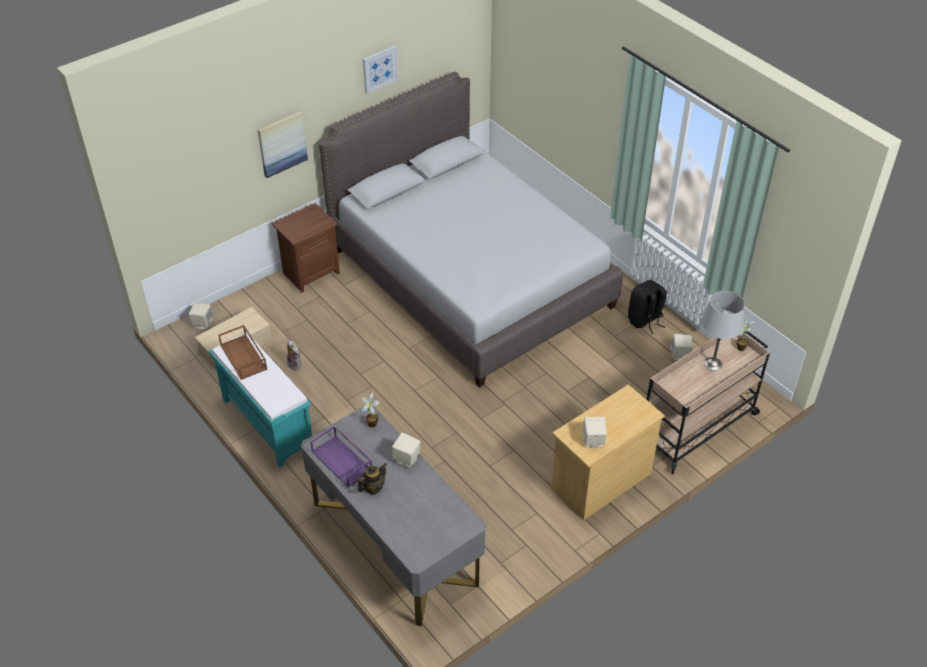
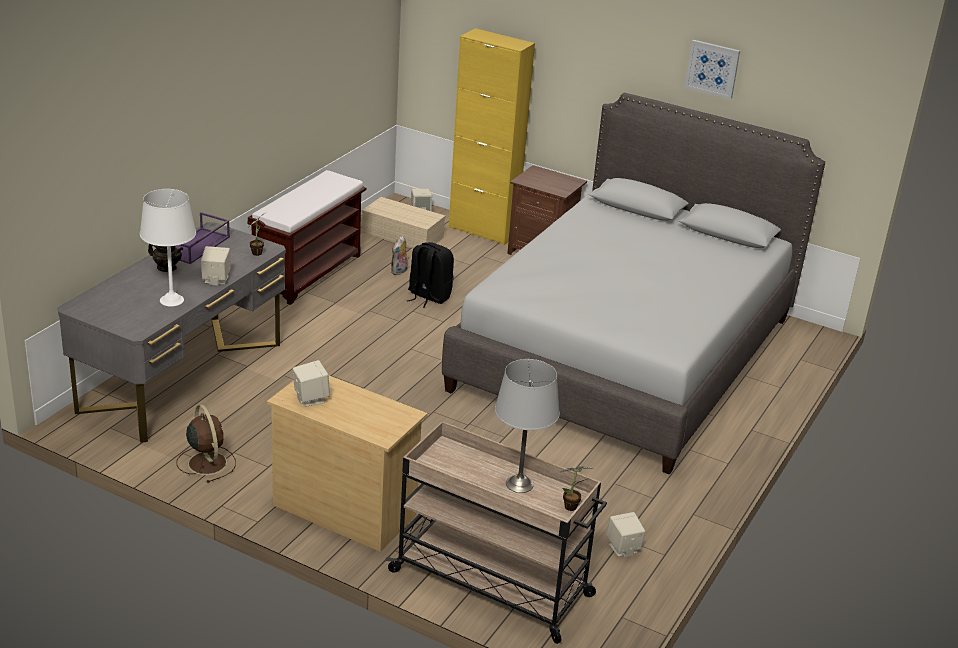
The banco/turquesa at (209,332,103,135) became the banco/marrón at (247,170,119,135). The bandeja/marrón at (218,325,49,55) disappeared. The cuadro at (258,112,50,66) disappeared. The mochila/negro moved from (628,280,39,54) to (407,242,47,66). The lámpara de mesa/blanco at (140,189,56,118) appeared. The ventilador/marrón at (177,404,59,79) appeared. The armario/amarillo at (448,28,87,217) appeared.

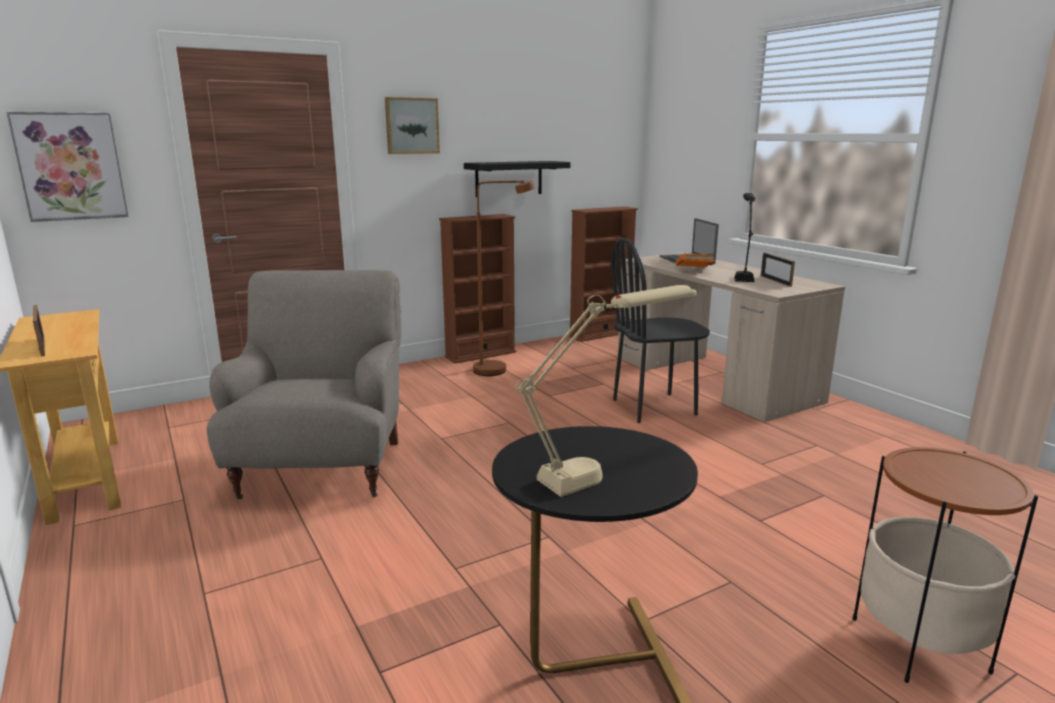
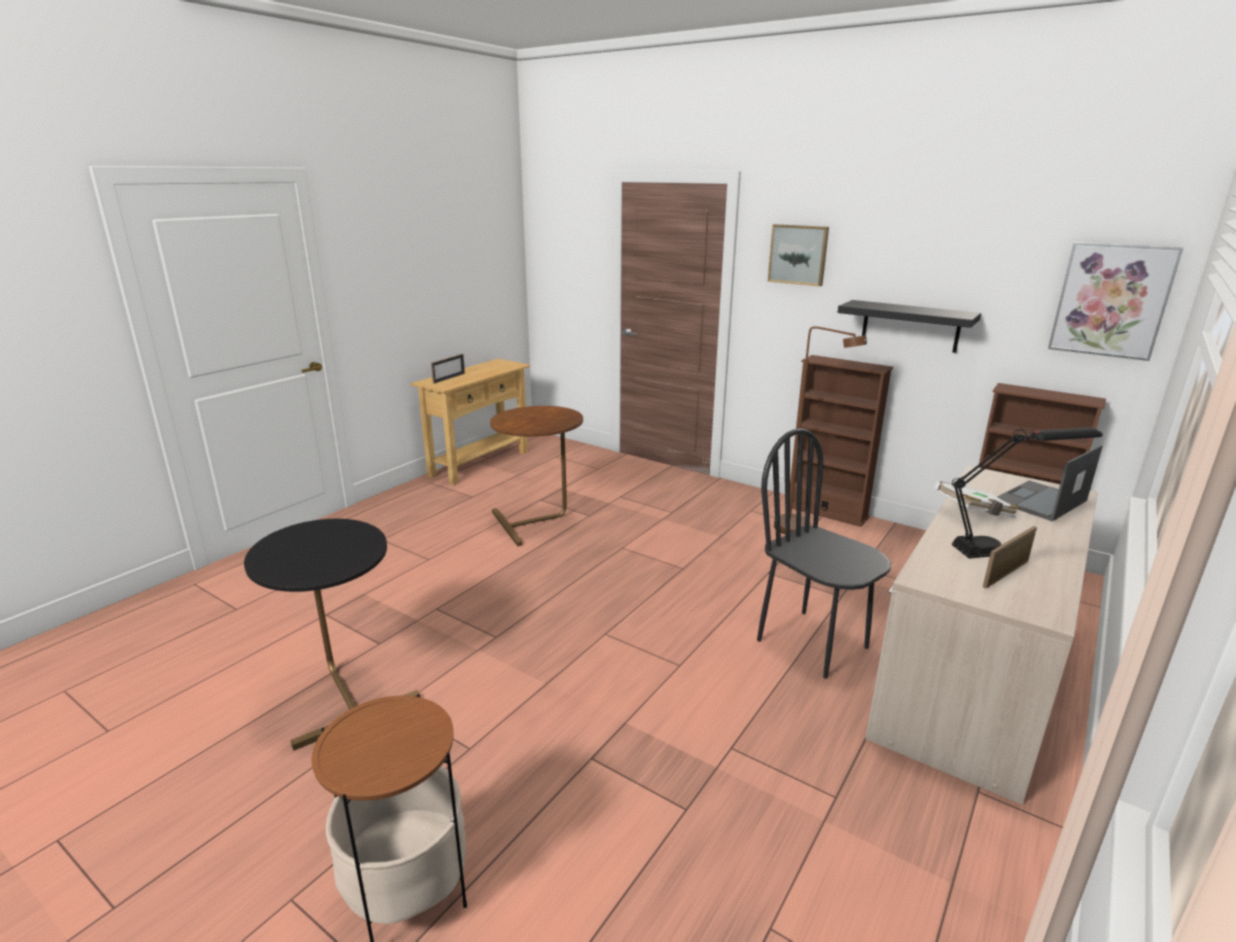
The cuadro moved from (6,112,123,110) to (1048,242,135,119). The sillón/gris at (206,270,195,229) was replaced by the mesa auxiliar/marrón at (490,406,93,140). The lámpara de mesa/beis at (516,285,181,212) disappeared. The libro/naranja at (676,254,39,13) became the libro/blanco at (934,481,86,37).

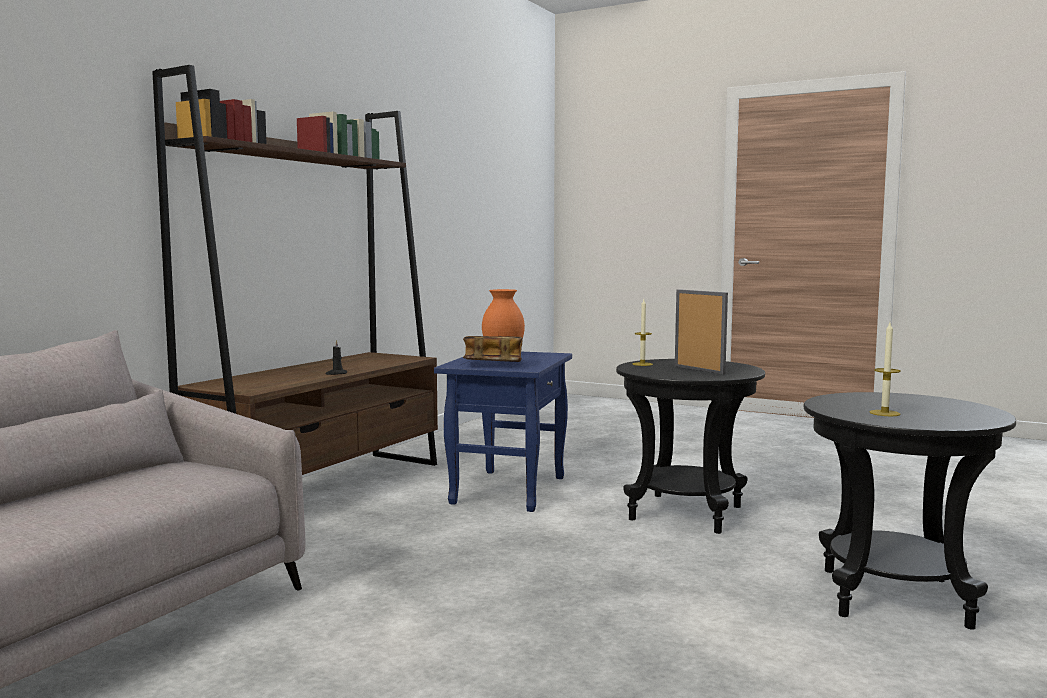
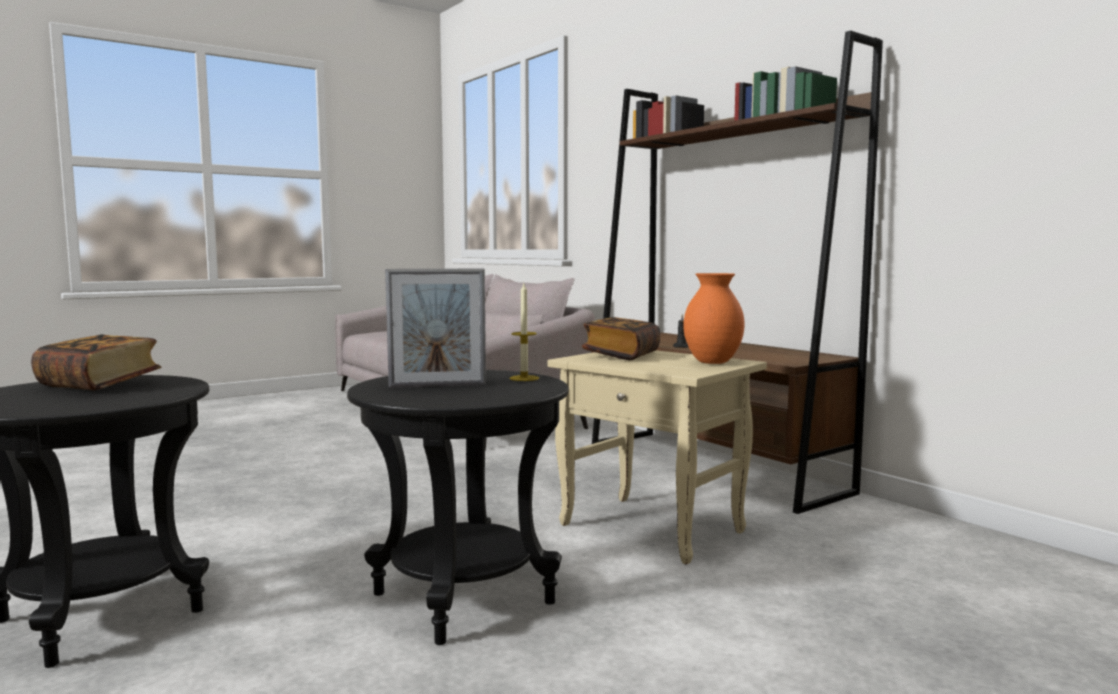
The mesa auxiliar/azul at (434,352,138,160) became the mesa auxiliar/beis at (548,350,219,214). The vela at (870,323,31,93) was replaced by the libro at (31,335,130,55).

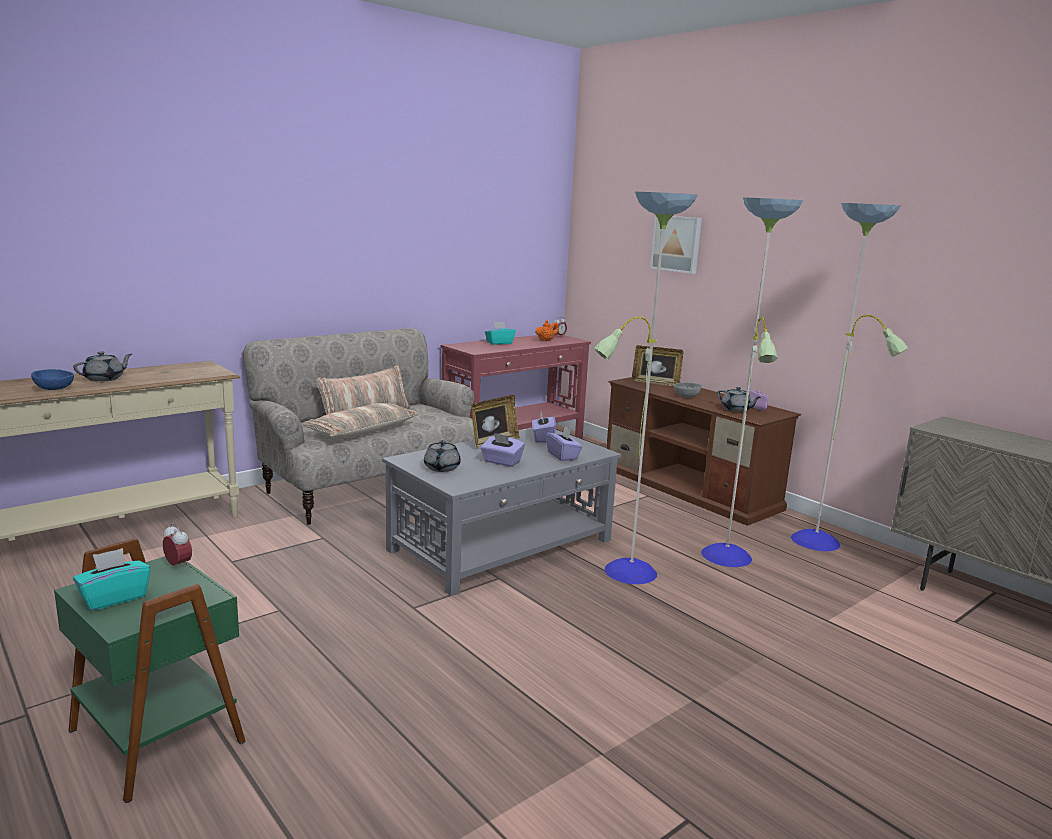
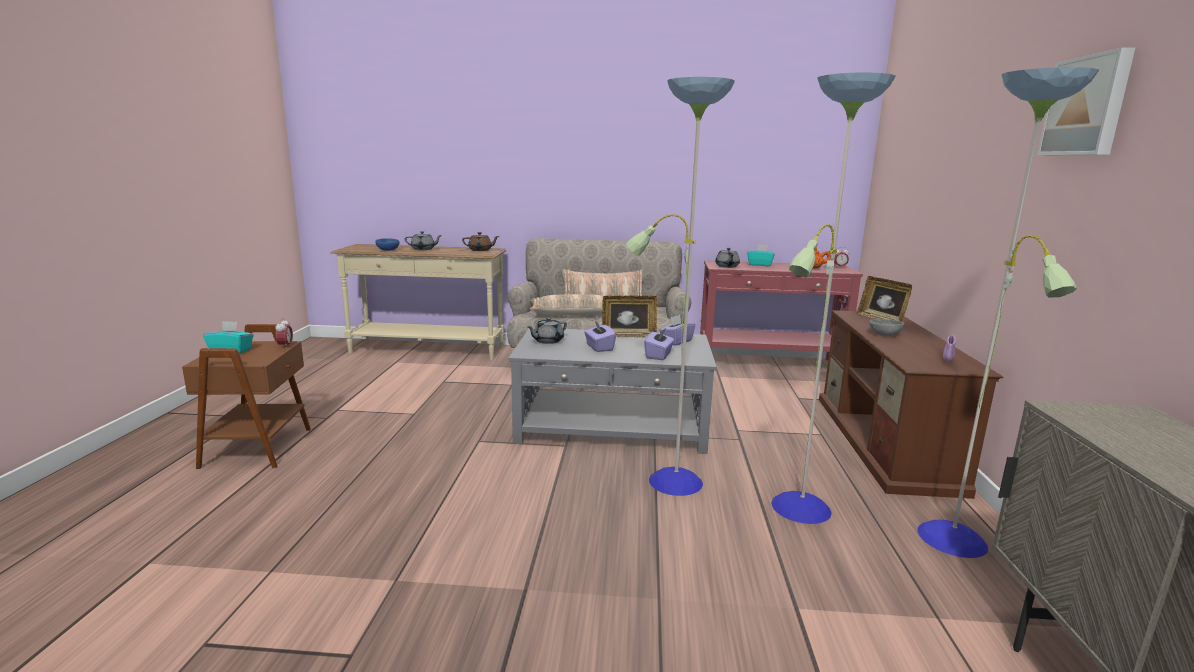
The mesa auxiliar/verde at (54,538,191,265) became the mesa auxiliar/marrón at (182,324,129,145). The cuadro moved from (650,215,52,59) to (1037,47,98,108). The tetera/gris moved from (717,387,44,25) to (715,248,25,20). The tetera/marrón at (462,232,38,19) appeared.

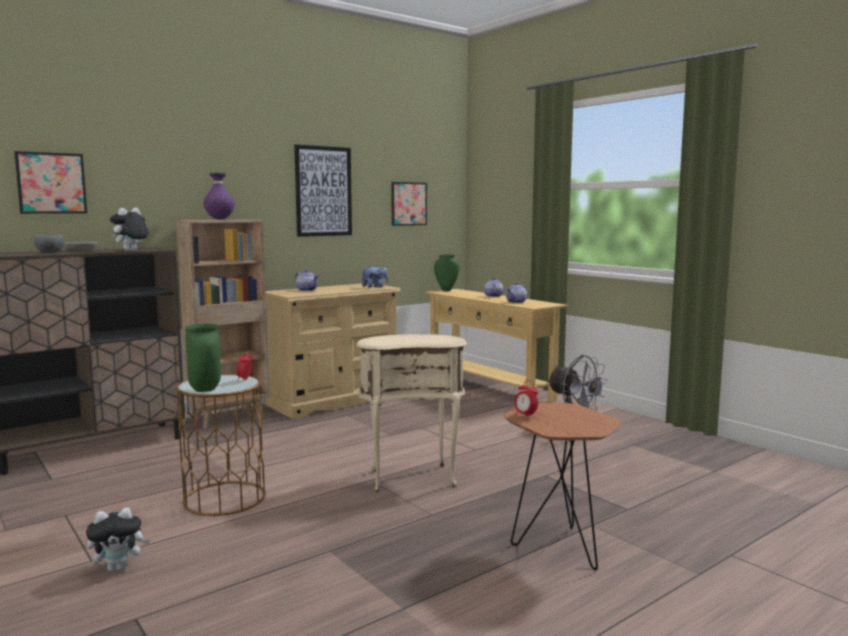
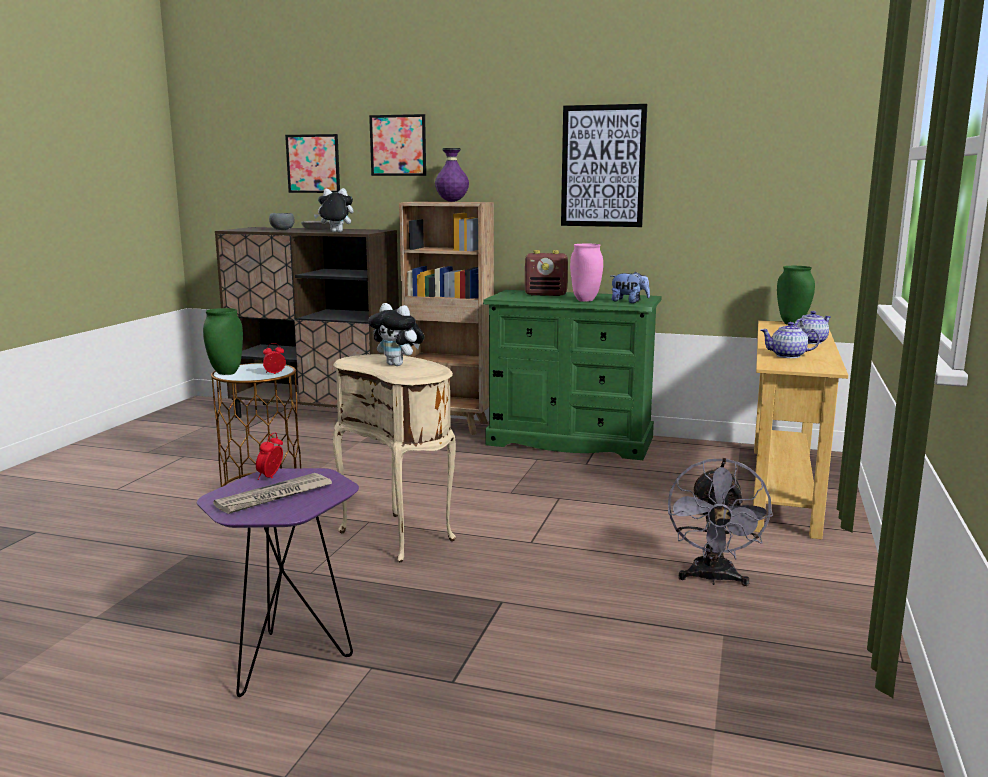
The peluche moved from (86,508,64,64) to (368,303,57,63). The cómoda/beis at (265,283,136,136) became the cómoda/verde at (483,290,179,170). The tetera at (295,270,24,21) was replaced by the radio at (525,250,43,46). The cuadro moved from (391,182,36,44) to (369,114,57,62). The mesa auxiliar/marrón at (504,403,118,168) became the mesa auxiliar/morado at (197,468,162,229). The periódico at (213,473,119,41) appeared. The florero/rosa at (570,244,33,58) appeared.

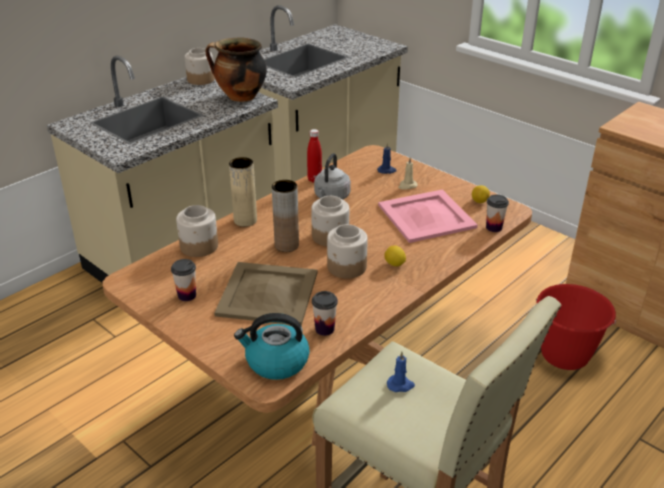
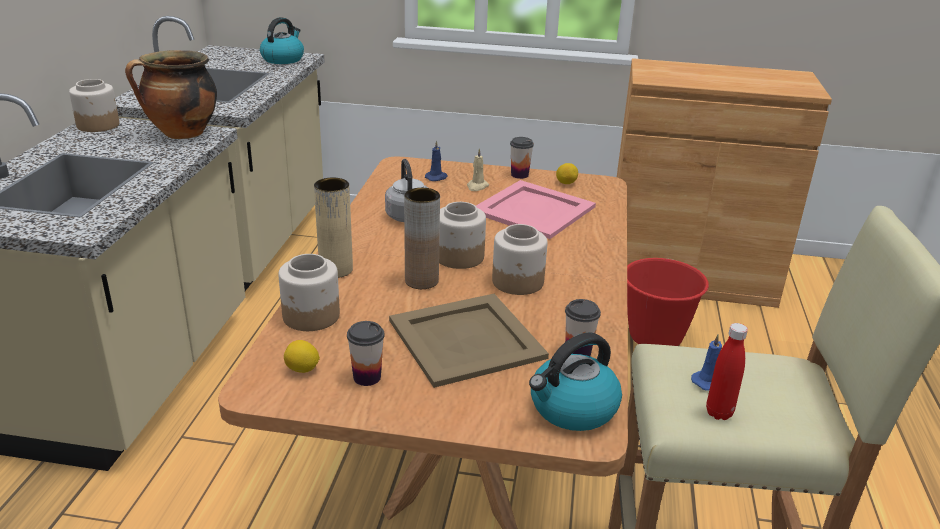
The botella/rojo moved from (307,129,15,54) to (706,323,42,97). The limón moved from (385,245,21,22) to (284,340,36,33). The taza moved from (486,194,23,38) to (510,137,24,42). The hervidor at (260,17,44,47) appeared.

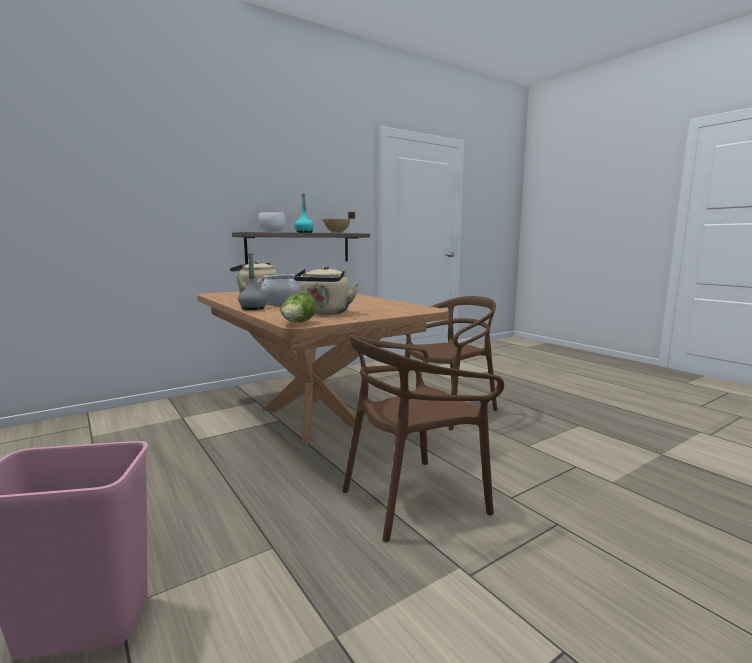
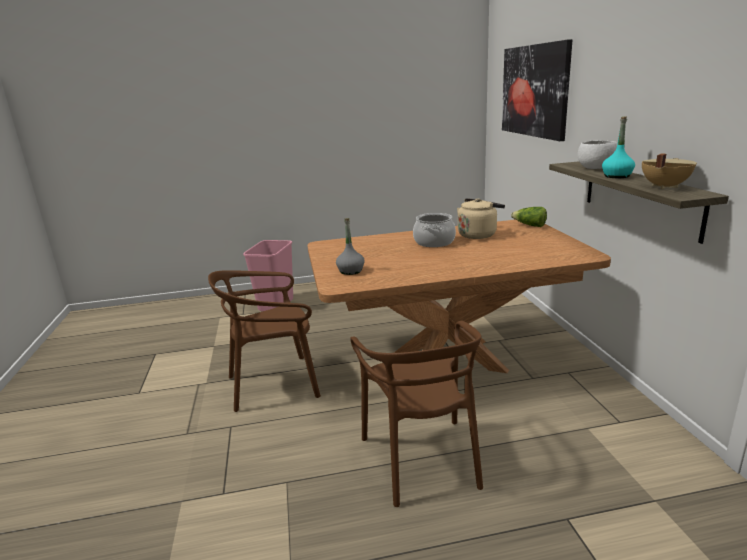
The botella/gris moved from (238,253,30,57) to (336,218,28,57). The lechuga moved from (280,292,36,30) to (511,207,36,20). The hervidor/beis at (294,266,65,49) disappeared. The silla/marrón at (342,335,162,207) turned 105 degrees counterclockwise. The cuadro at (502,39,70,102) appeared.

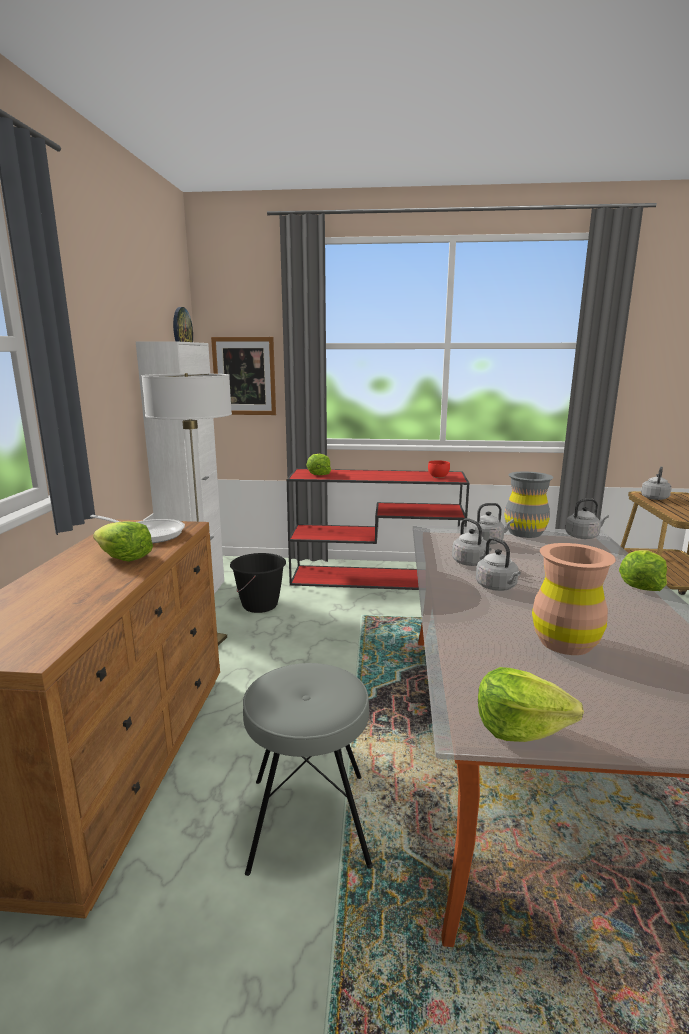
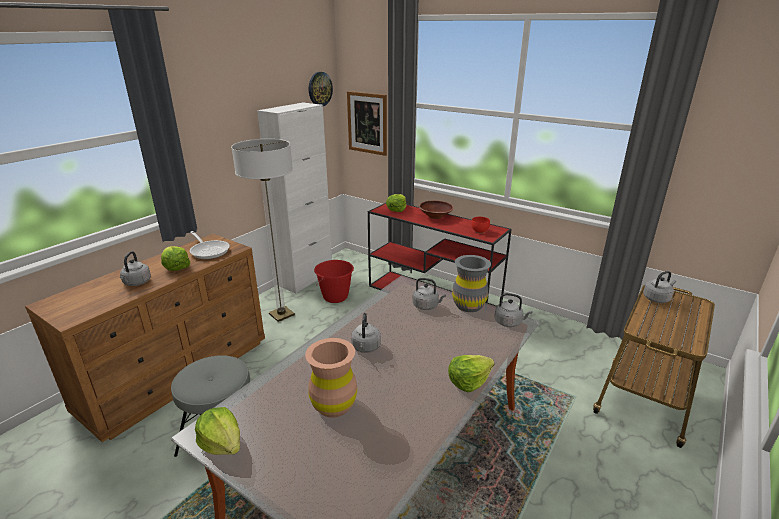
The cubo/negro at (230,553,56,60) became the cubo/rojo at (314,260,40,43). The hervidor/gris moved from (452,518,39,48) to (120,251,31,35). The cuenco/marrón at (419,201,35,18) appeared.

